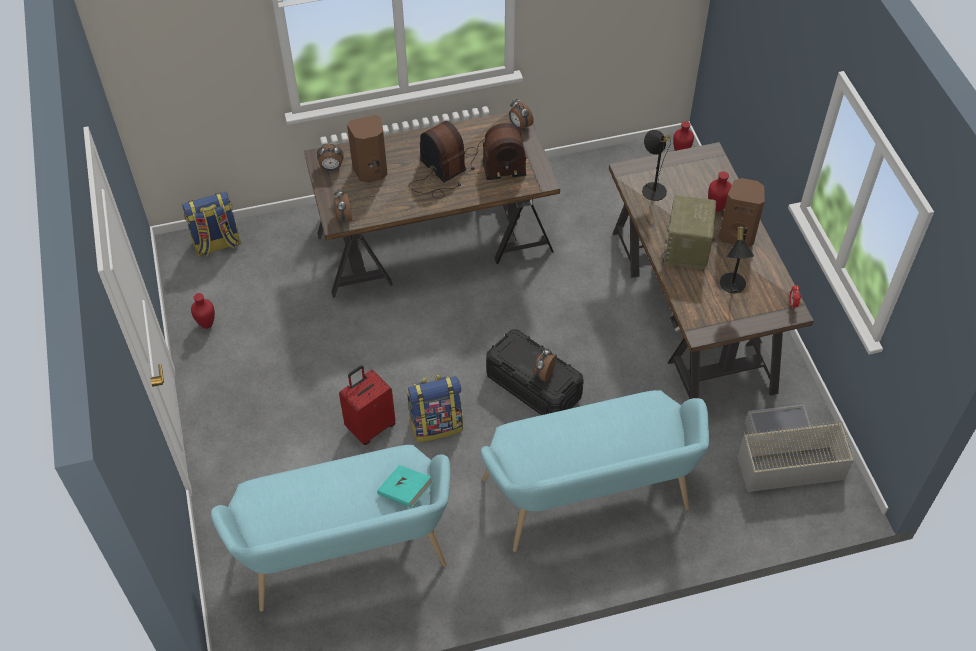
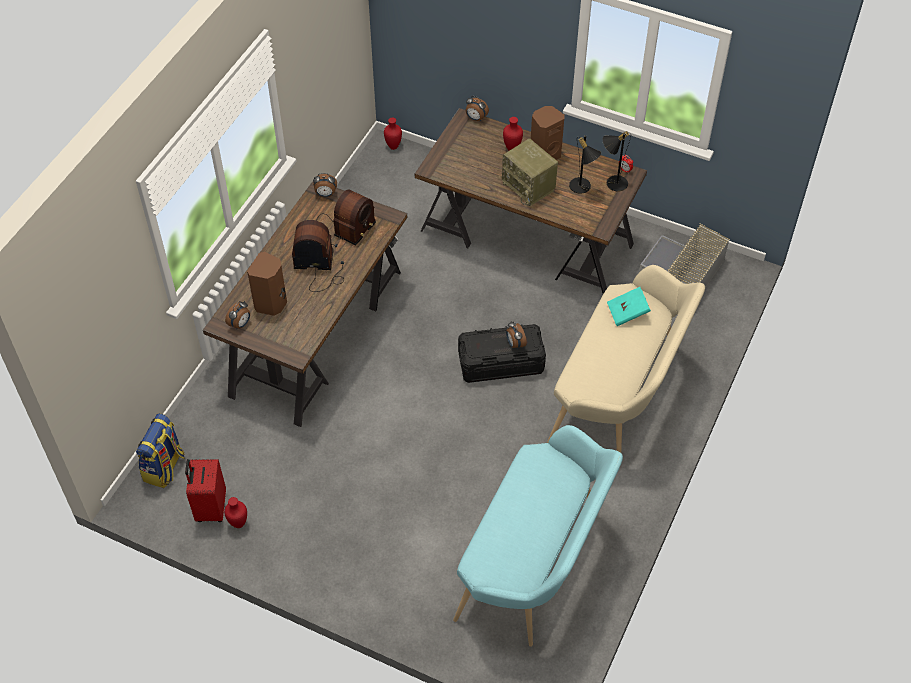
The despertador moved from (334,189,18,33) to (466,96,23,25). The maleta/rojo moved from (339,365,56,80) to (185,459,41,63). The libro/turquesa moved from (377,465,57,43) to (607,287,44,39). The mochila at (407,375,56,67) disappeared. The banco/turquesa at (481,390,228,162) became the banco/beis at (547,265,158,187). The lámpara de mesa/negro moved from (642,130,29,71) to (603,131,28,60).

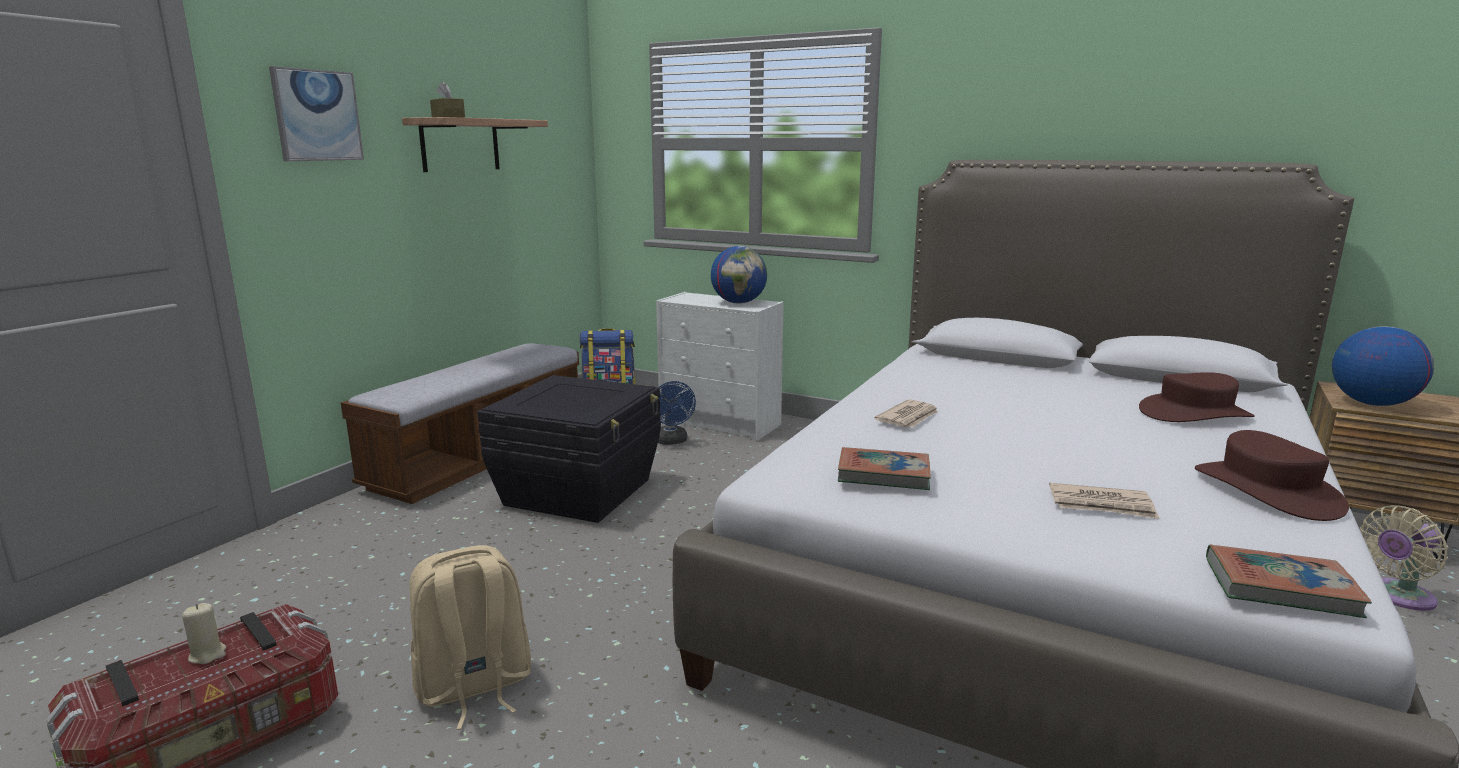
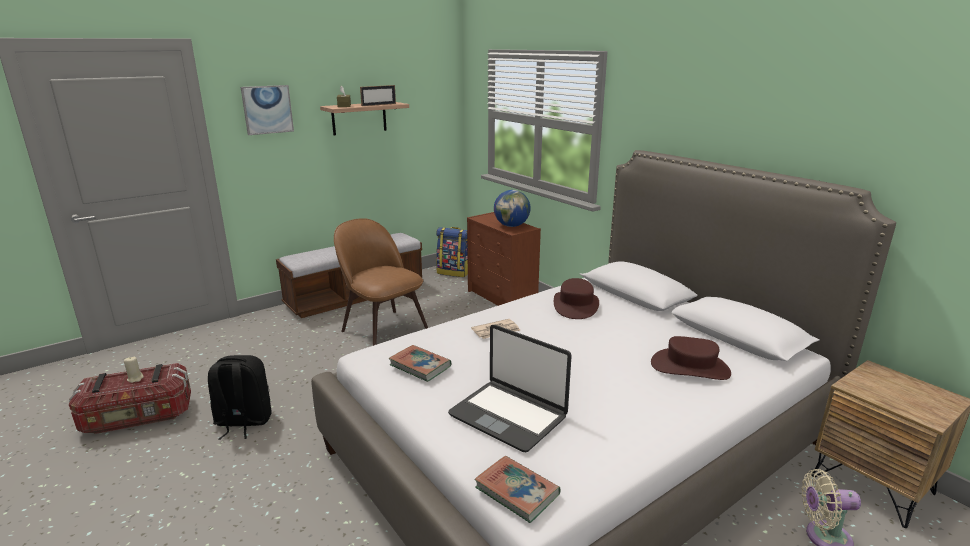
The mochila/beis at (410,545,122,185) became the mochila/negro at (208,355,64,85). The caja de almacenaje/negro at (477,375,184,148) was replaced by the silla/marrón at (334,218,94,128). The cómoda/blanco at (656,292,128,149) became the cómoda/marrón at (467,212,74,94). The ventilador/azul at (658,381,38,64) disappeared. The periódico at (1049,483,110,36) was replaced by the portátil at (448,325,124,127). The sombrero/marrón moved from (1195,430,154,91) to (554,278,45,41). The globo terráqueo at (1332,326,102,80) disappeared. The portarretratos at (360,85,36,21) appeared.

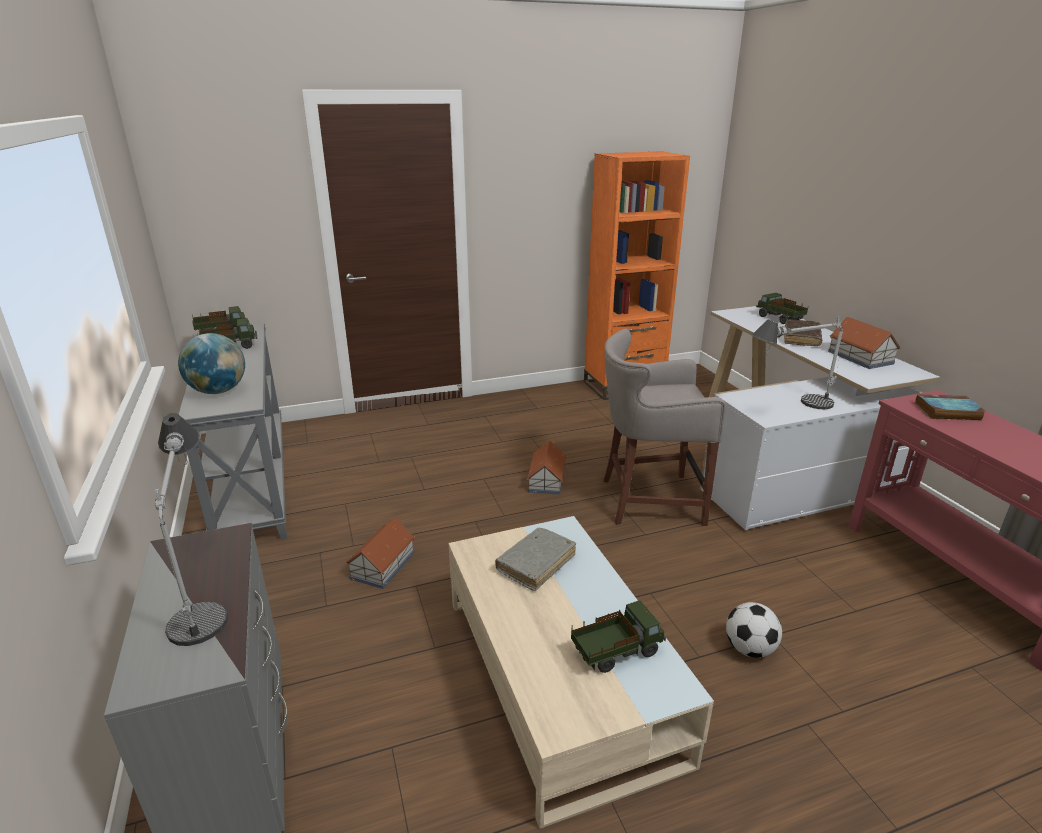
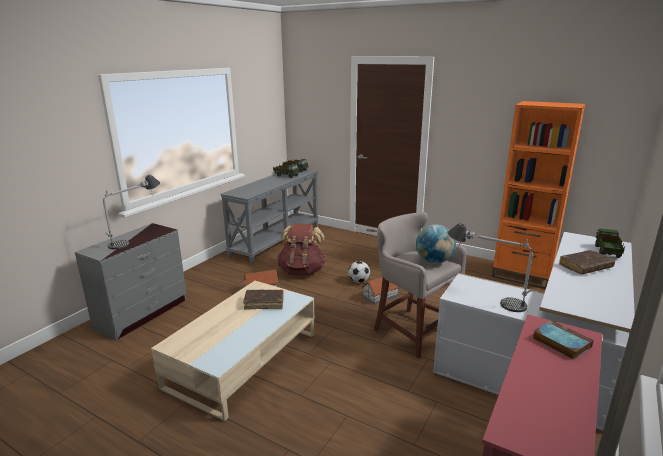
The globo terráqueo moved from (178,333,67,61) to (416,225,40,39). The libro/gris at (495,527,81,64) became the libro/marrón at (243,290,41,20). The camión de juguete at (571,600,95,73) disappeared. The balón de fútbol moved from (726,602,56,56) to (348,261,22,22). The casita at (828,317,73,52) disappeared. The mochila/marrón at (277,224,49,52) appeared.

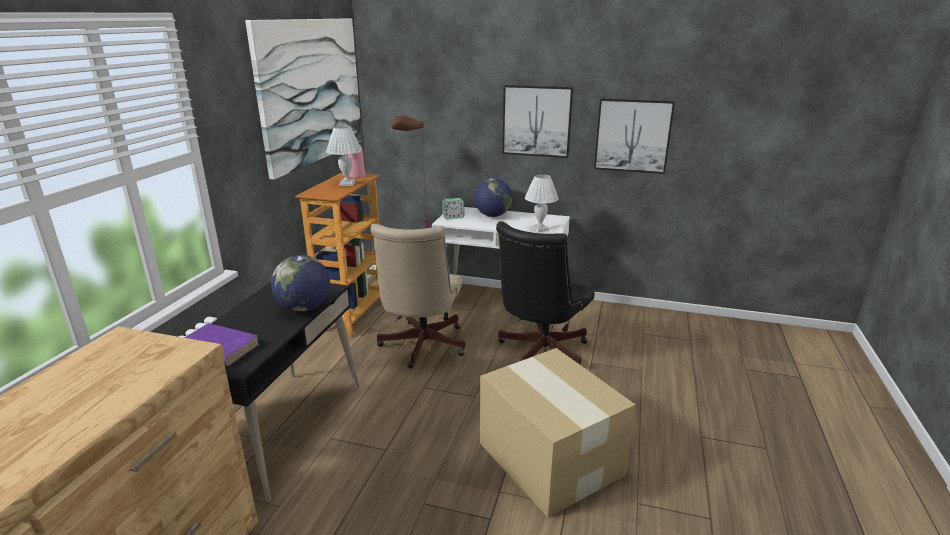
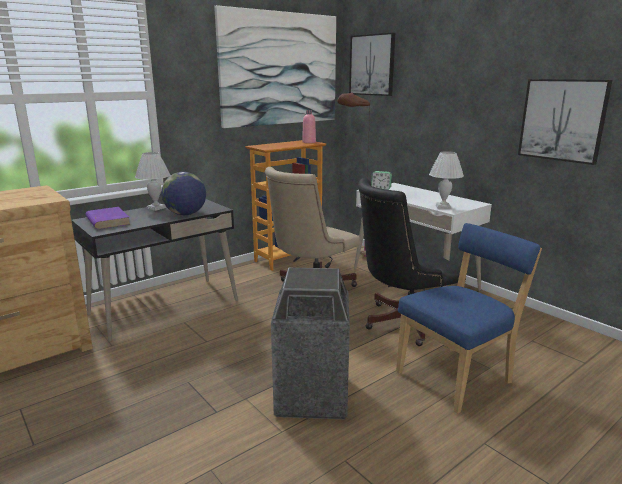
The lámpara de mesa/blanco moved from (326,126,36,60) to (135,152,35,59). The globo terráqueo at (474,178,38,39) disappeared. The caja de cartón at (480,348,156,170) was replaced by the papelera at (271,268,79,151). The cuadro moved from (502,85,71,73) to (349,33,46,63). The silla/azul at (396,223,146,191) appeared.

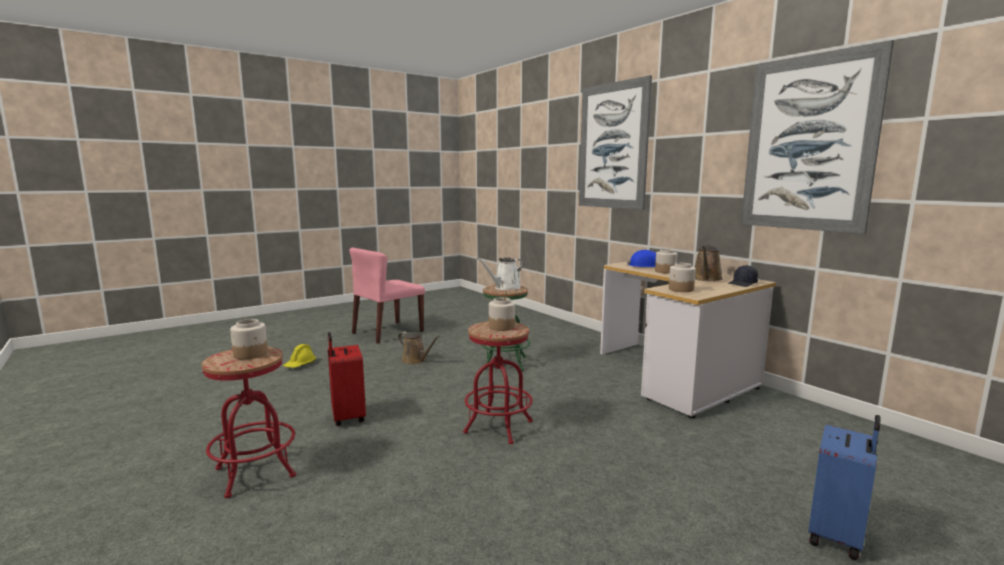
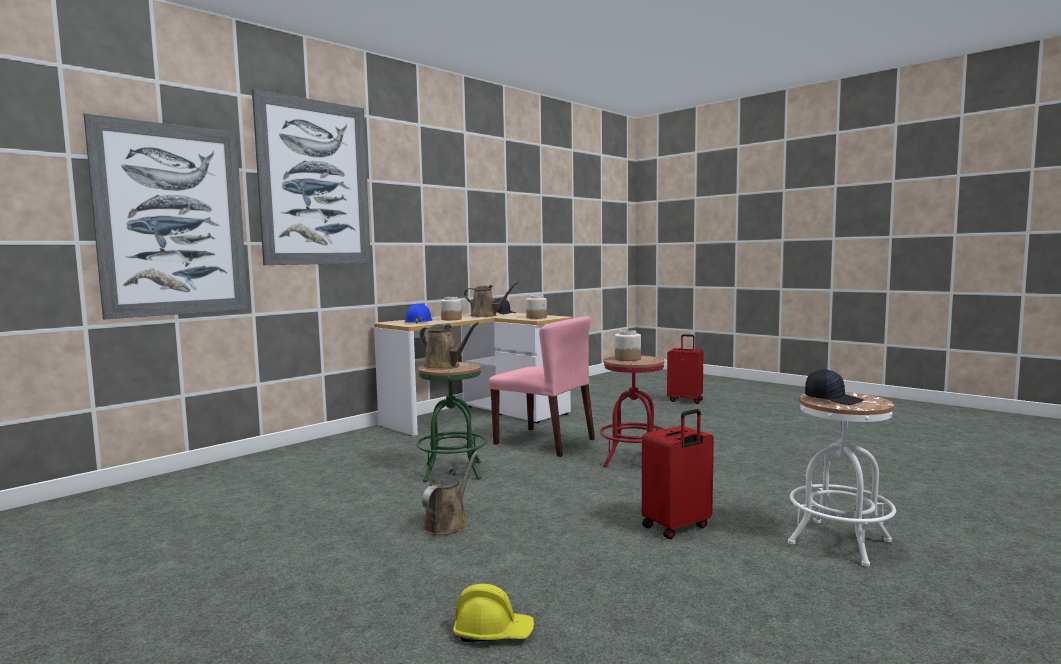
The taburete/rojo at (201,347,95,151) became the taburete/blanco at (788,392,108,174). The tarro at (230,319,38,41) was replaced by the gorra/negro at (805,369,59,36). The silla/rosa moved from (349,247,76,97) to (489,316,106,141). The regadera/blanco at (477,257,46,33) became the regadera/marrón at (420,322,59,48). The cuadro moved from (741,40,153,194) to (84,113,164,206). The maleta/azul at (808,415,72,146) became the maleta/rojo at (667,334,37,70).

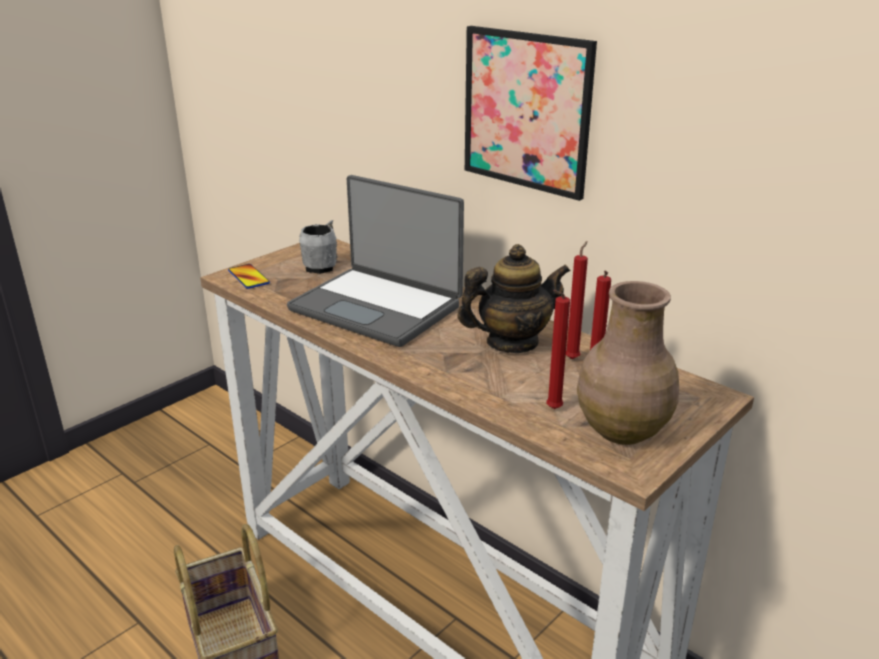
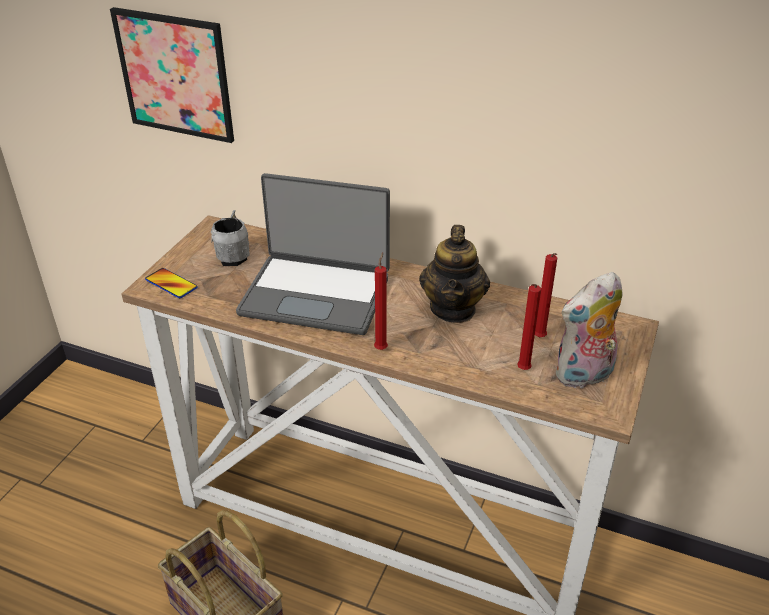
The tetera at (457,244,113,109) turned 135 degrees clockwise. The cuadro moved from (465,26,132,175) to (110,7,124,136). The vela/rojo moved from (566,241,22,118) to (374,253,14,97). The florero/marrón at (577,281,102,164) was replaced by the peluche at (556,272,66,116).

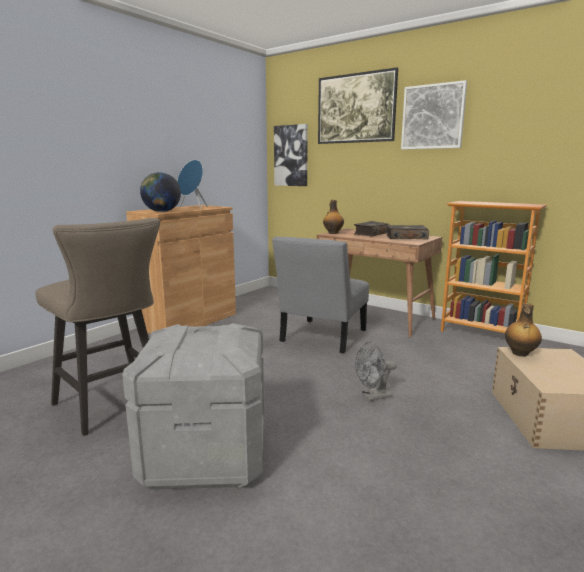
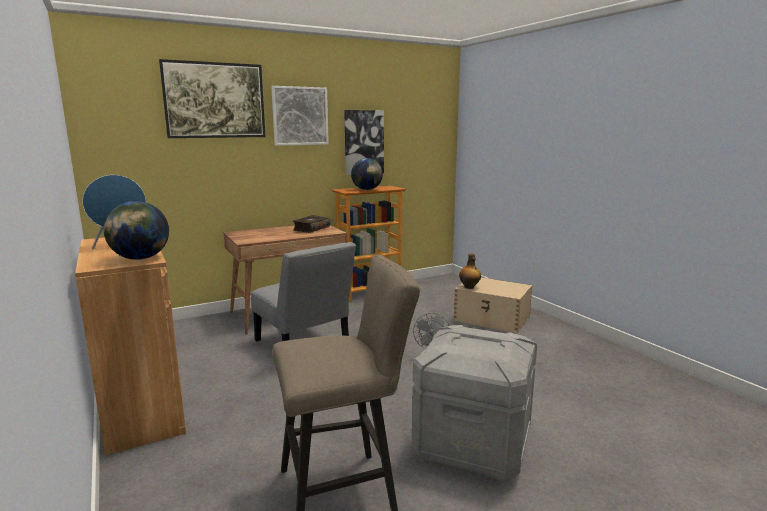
The cuadro moved from (274,124,34,62) to (344,110,40,65). The botella at (323,200,21,34) disappeared. The libro at (354,221,36,16) disappeared. The globo terráqueo at (351,158,32,32) appeared.

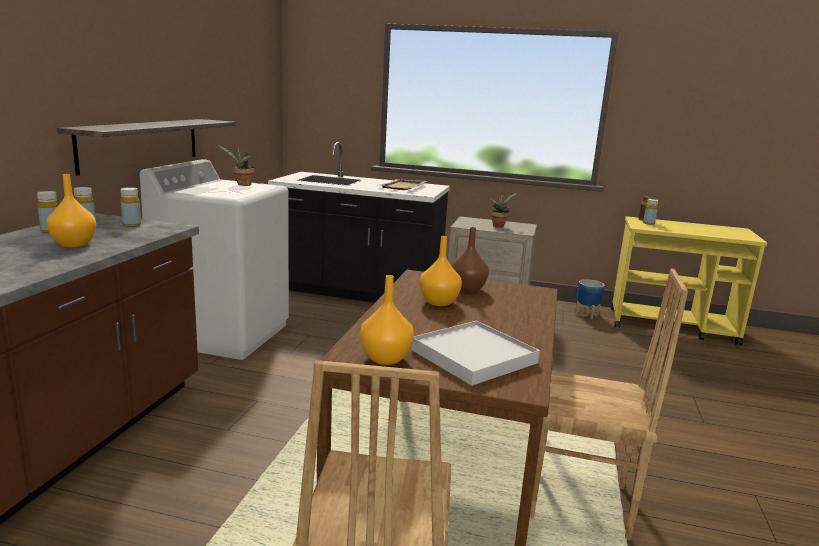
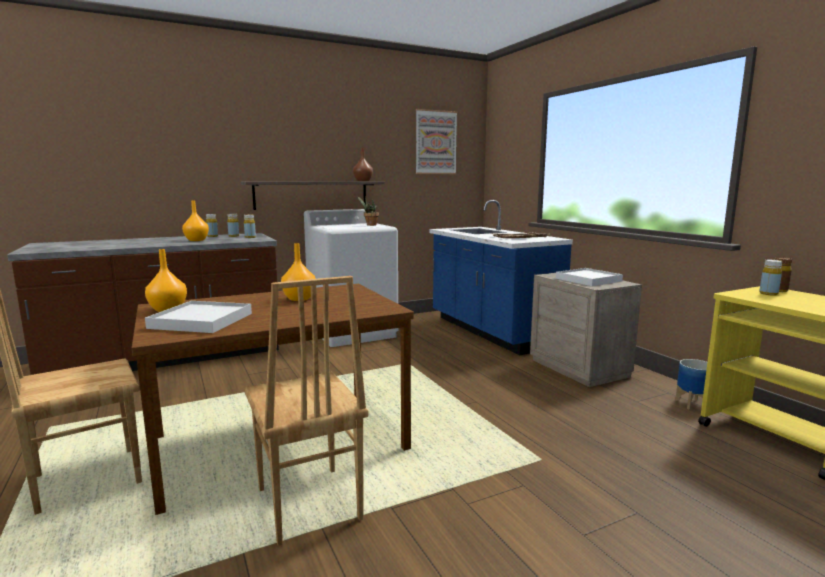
The mueble bajo de cocina/negro at (268,142,182,161) became the mueble bajo de cocina/azul at (430,200,143,155). The florero/marrón moved from (451,227,38,65) to (353,147,20,34). The planta en maceta at (489,192,28,35) was replaced by the bandeja/blanco at (556,268,67,18). The cuadro at (416,109,41,65) appeared.

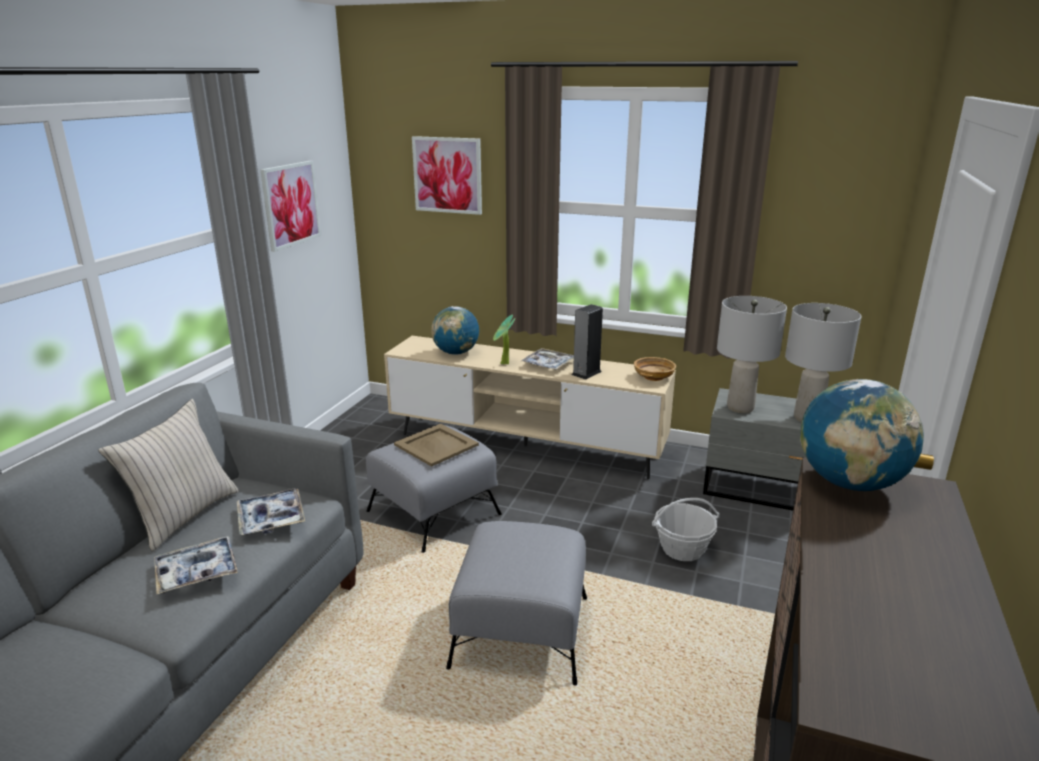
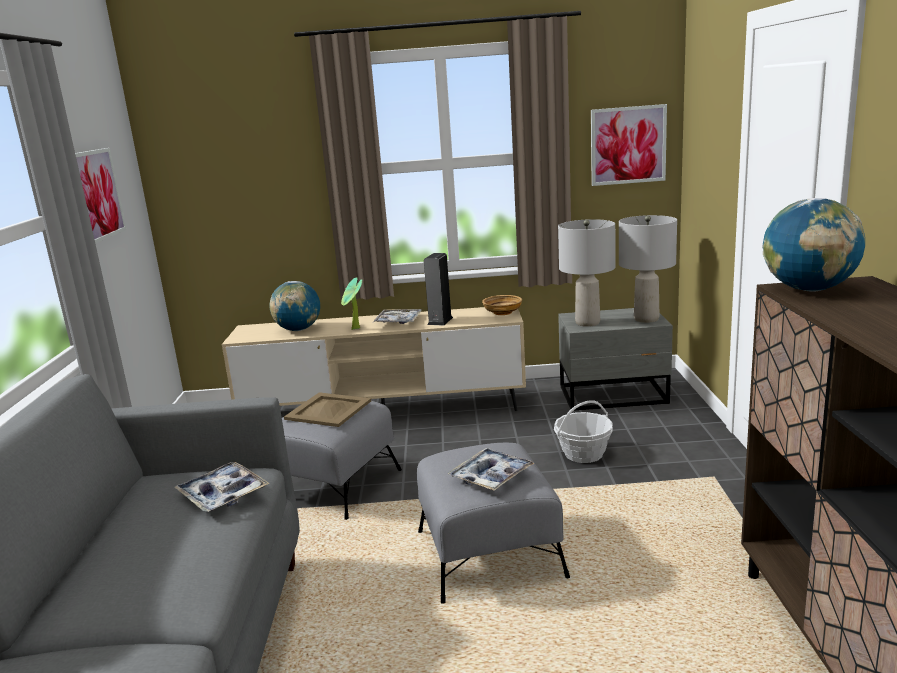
The cojín/beis at (98,399,141,152) disappeared. The bandeja moved from (154,536,84,58) to (448,448,87,42). The cuadro moved from (412,136,70,79) to (591,104,76,82).

